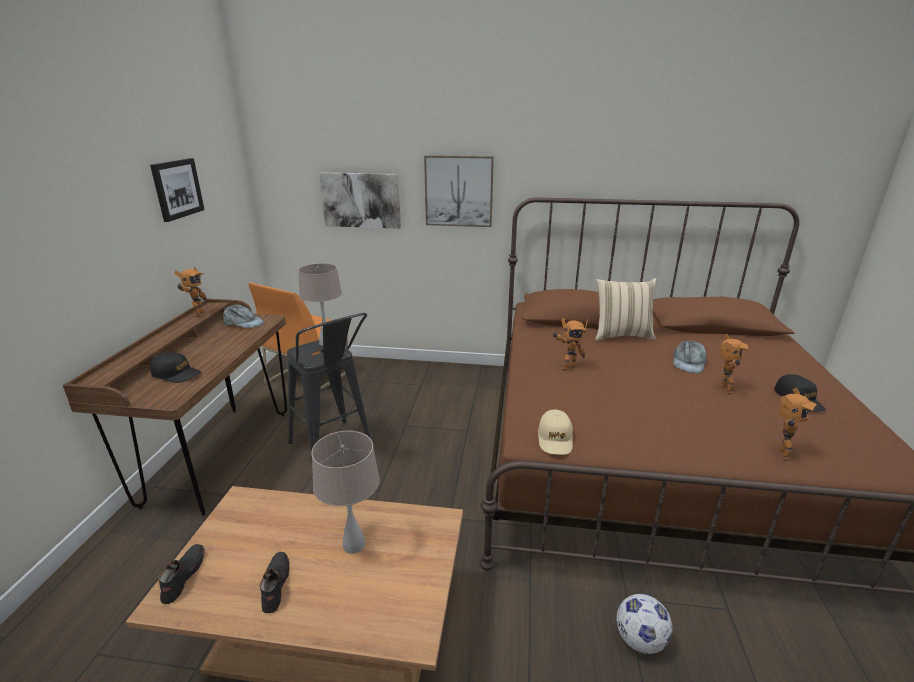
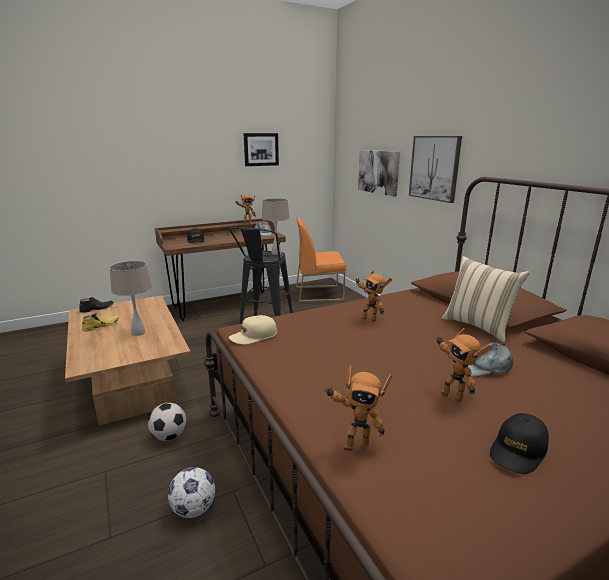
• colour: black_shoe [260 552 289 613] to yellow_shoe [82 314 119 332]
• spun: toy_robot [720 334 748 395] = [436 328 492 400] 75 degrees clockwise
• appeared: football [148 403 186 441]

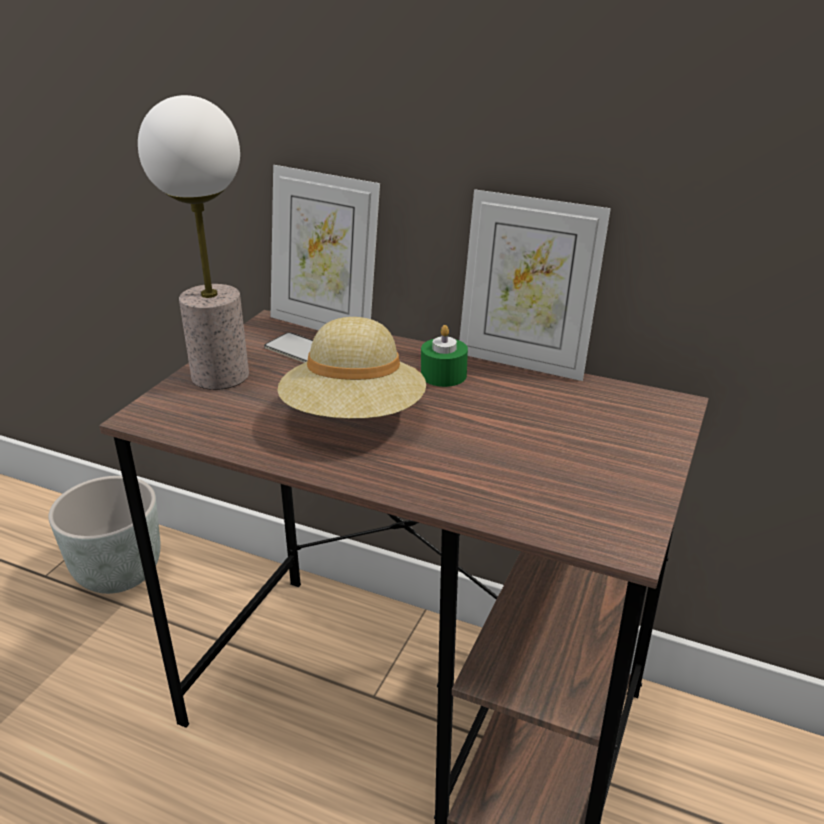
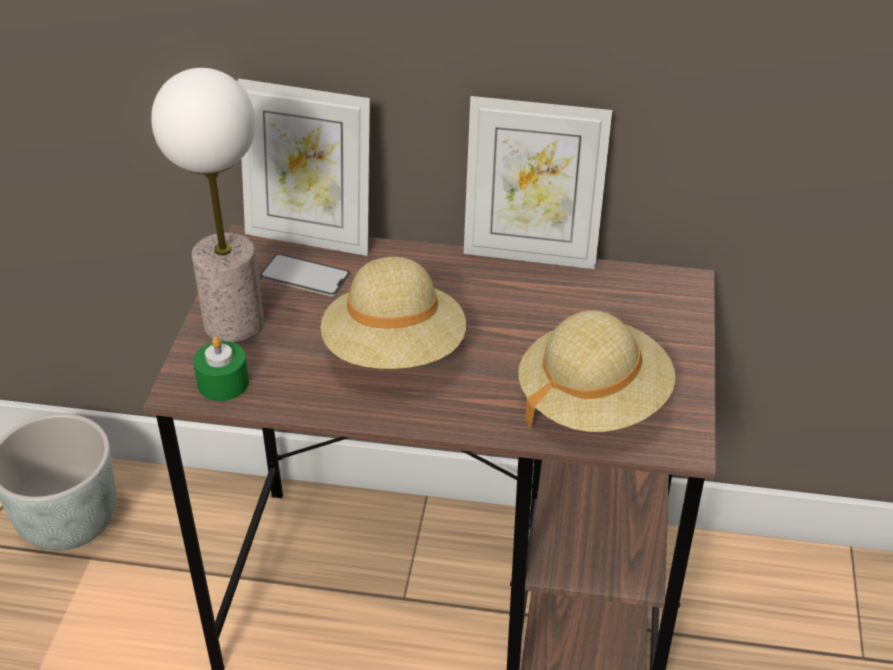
• relocated: green_candle [421 325 468 387] to [193 337 249 401]
• appeared: beige_hat [518 310 676 432]

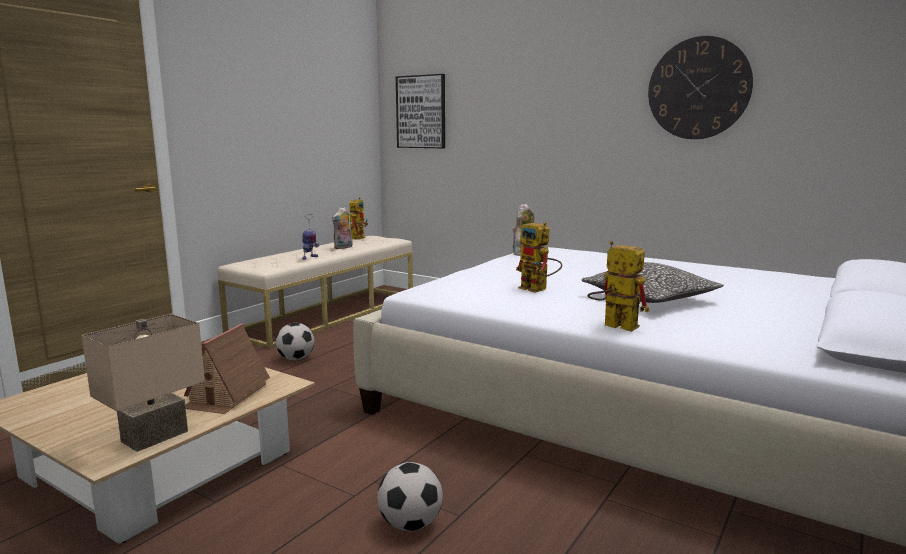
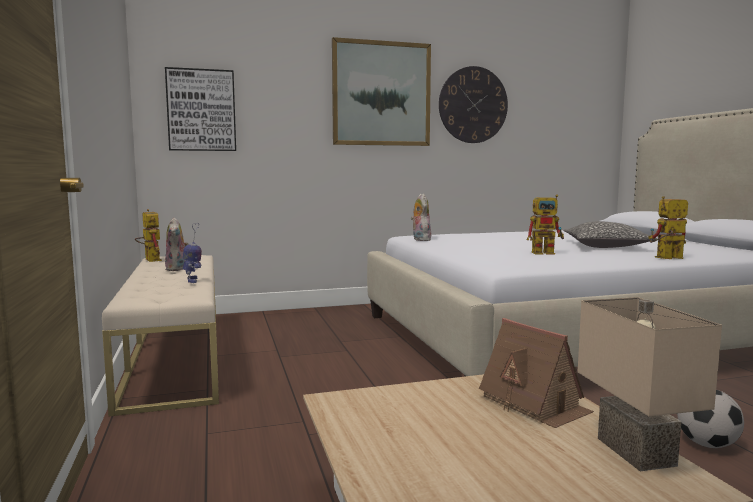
• missing: football [276 323 314 361]
• appeared: picture [332 37 431 146]

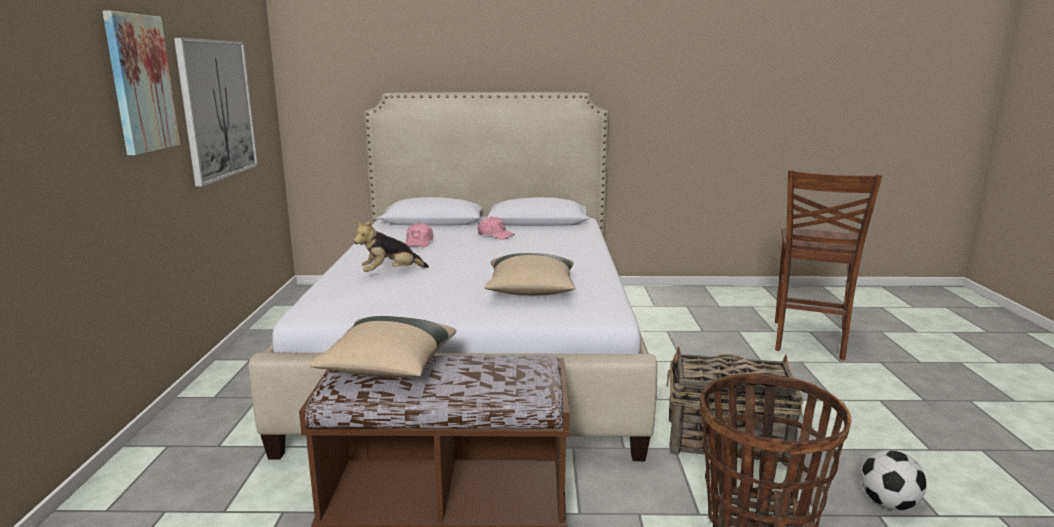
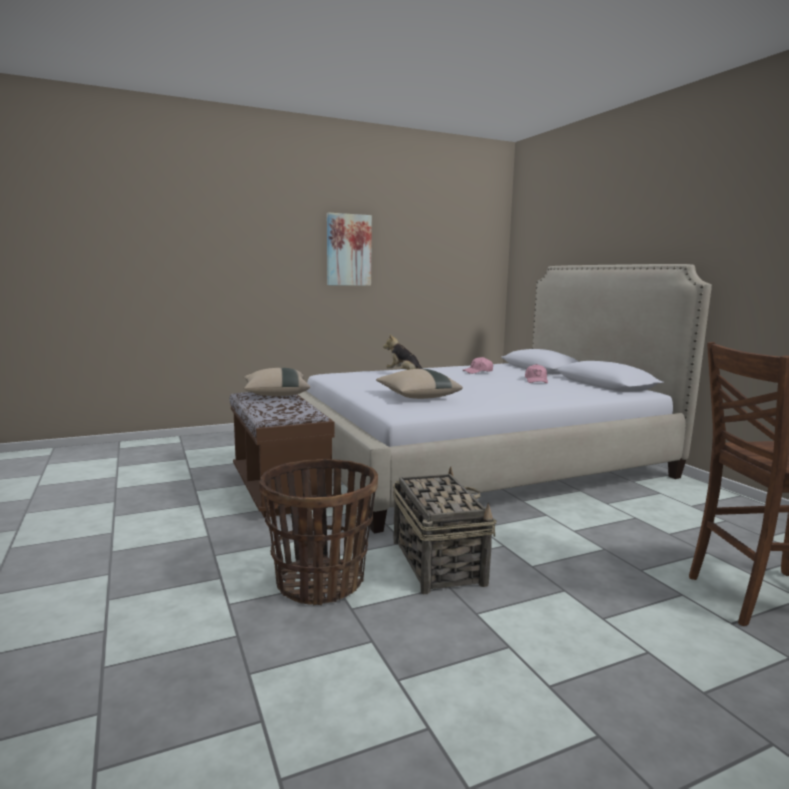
• missing: picture [174 38 258 187]
• missing: football [861 450 927 510]

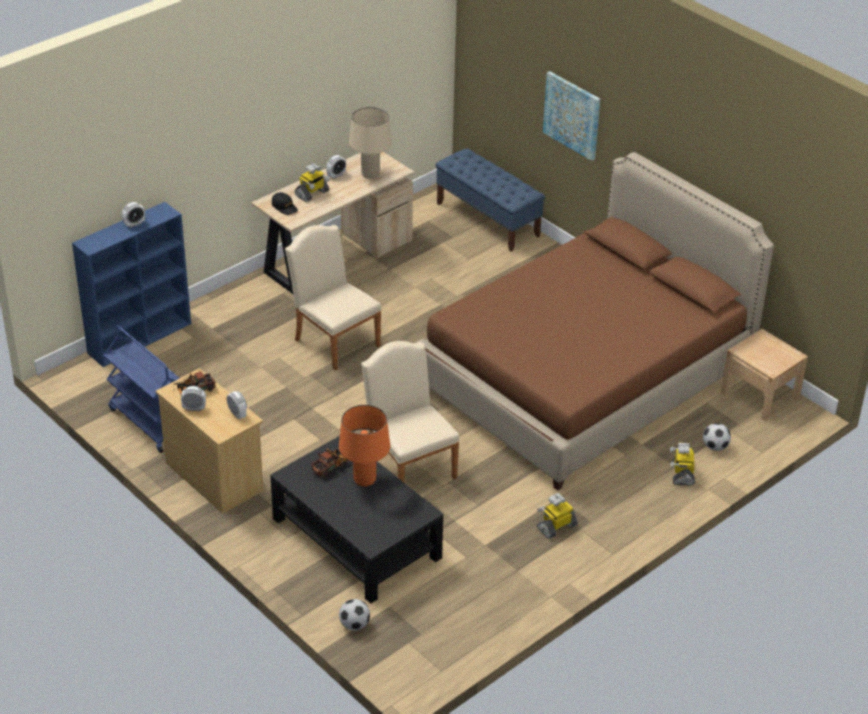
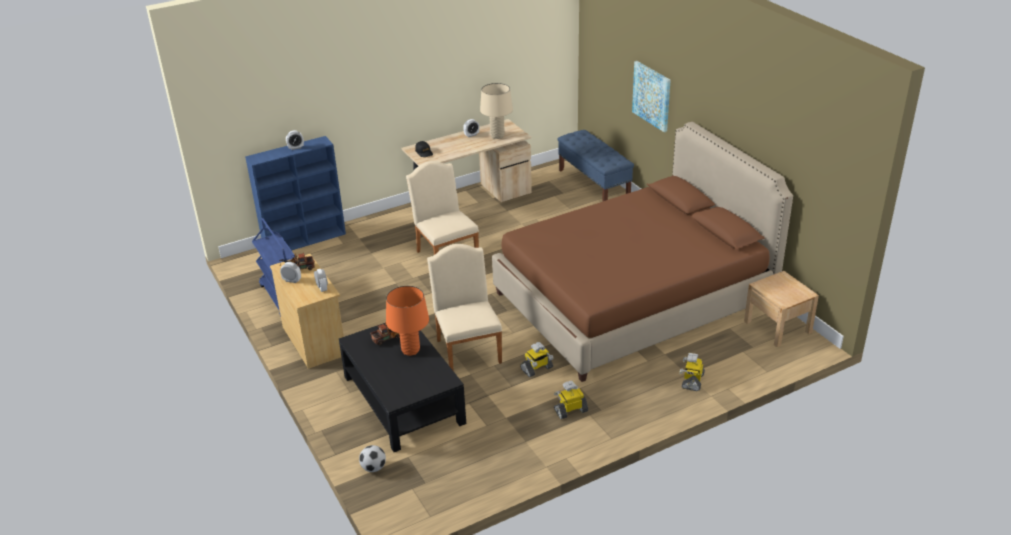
• relocated: toy_robot [295 163 330 202] to [520 342 554 377]
• missing: football [703 423 731 451]

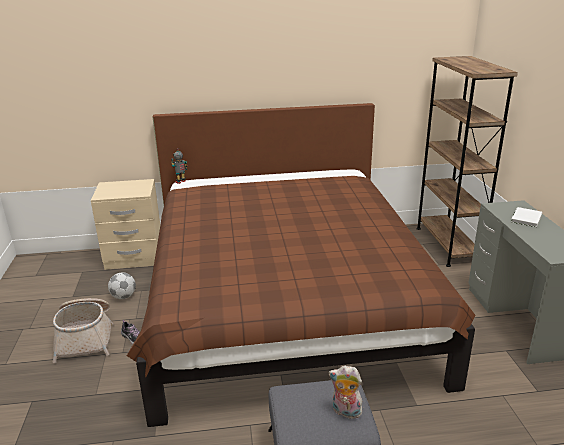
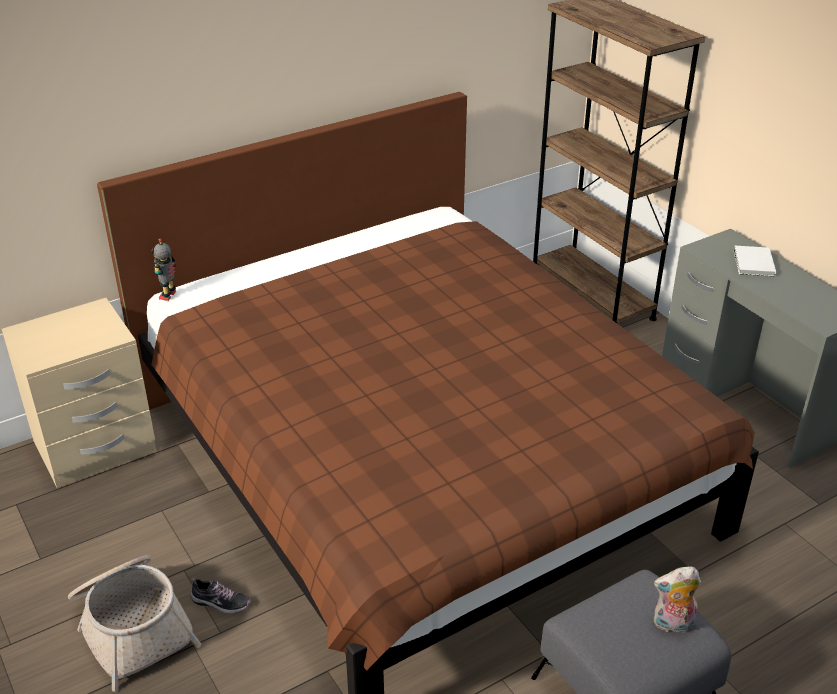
• missing: football [108 272 136 299]

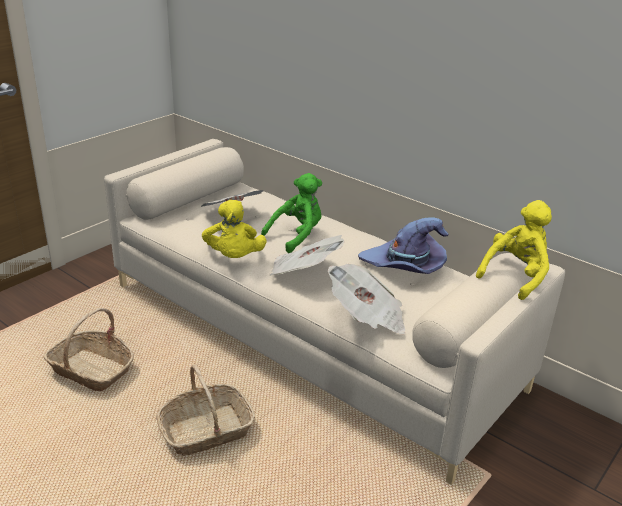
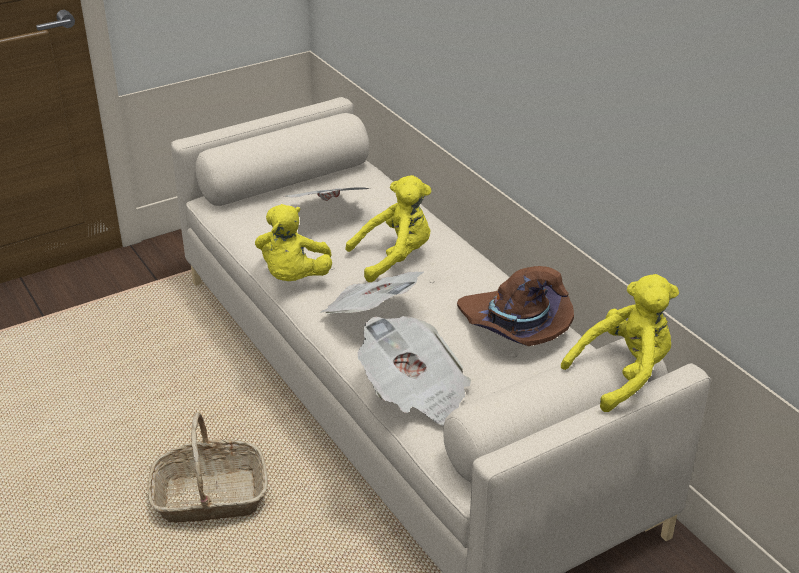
• missing: basket [43 308 134 391]
• colour: green_plush_toy [261 173 322 253] to yellow_plush_toy [345 175 432 282]
• colour: purple_hat [358 217 448 274] to brown_hat [457 266 574 346]

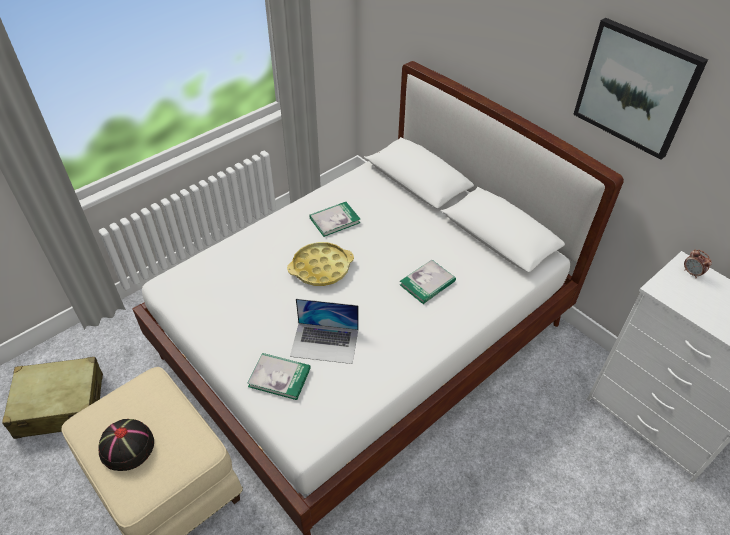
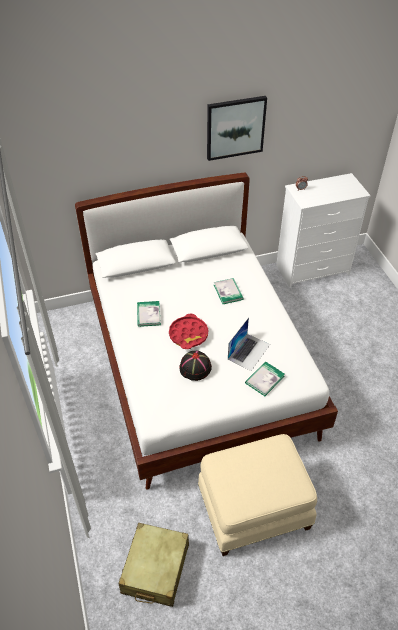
• relocated: black_hat [98 419 154 471] to [179 351 212 381]
• colour: yellow_tray [287 242 354 286] to red_tray [169 314 208 349]

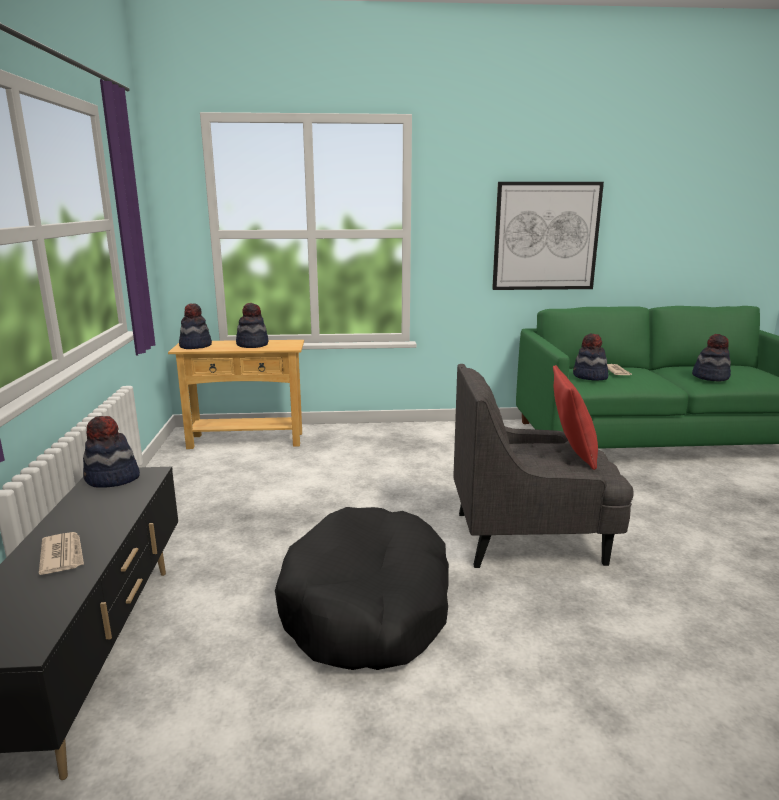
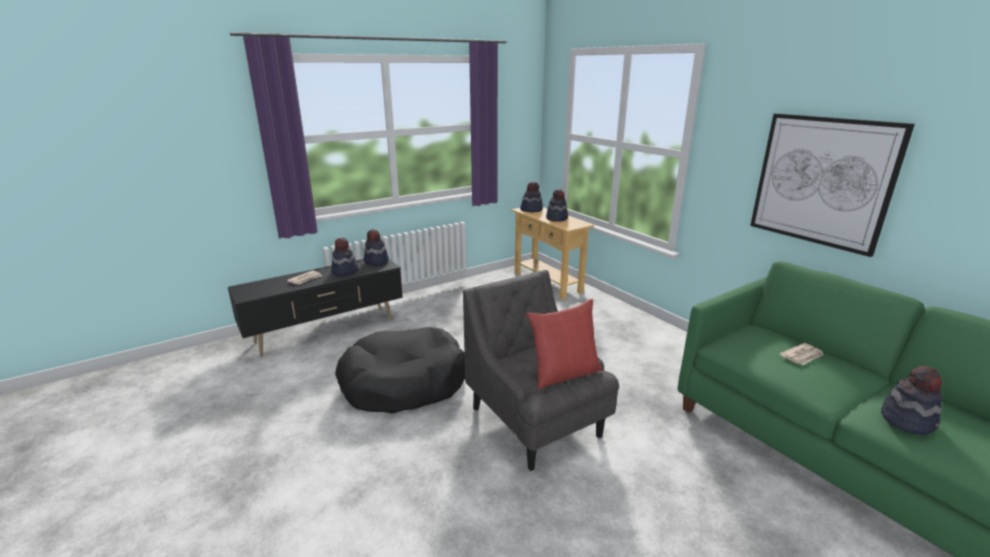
• relocated: hat [573 333 608 380] to [331 238 358 277]

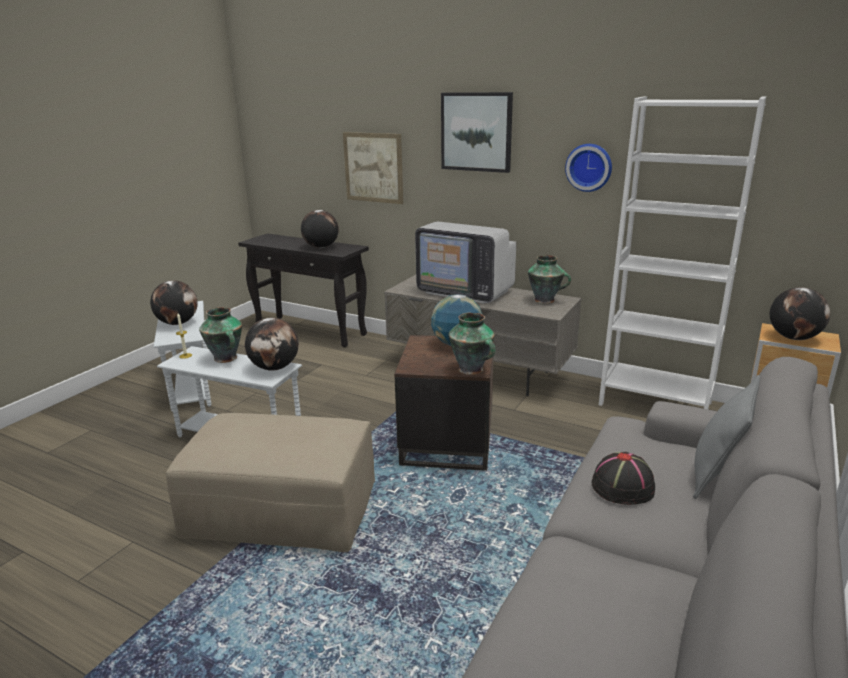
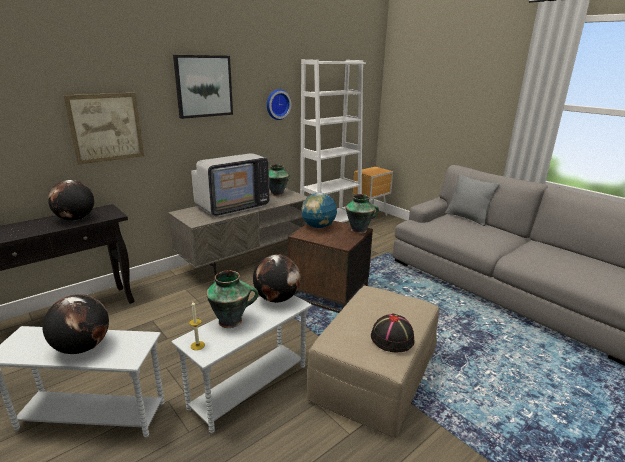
• relocated: black_hat [592 452 655 505] to [371 313 414 352]
• missing: globe [770 287 830 340]

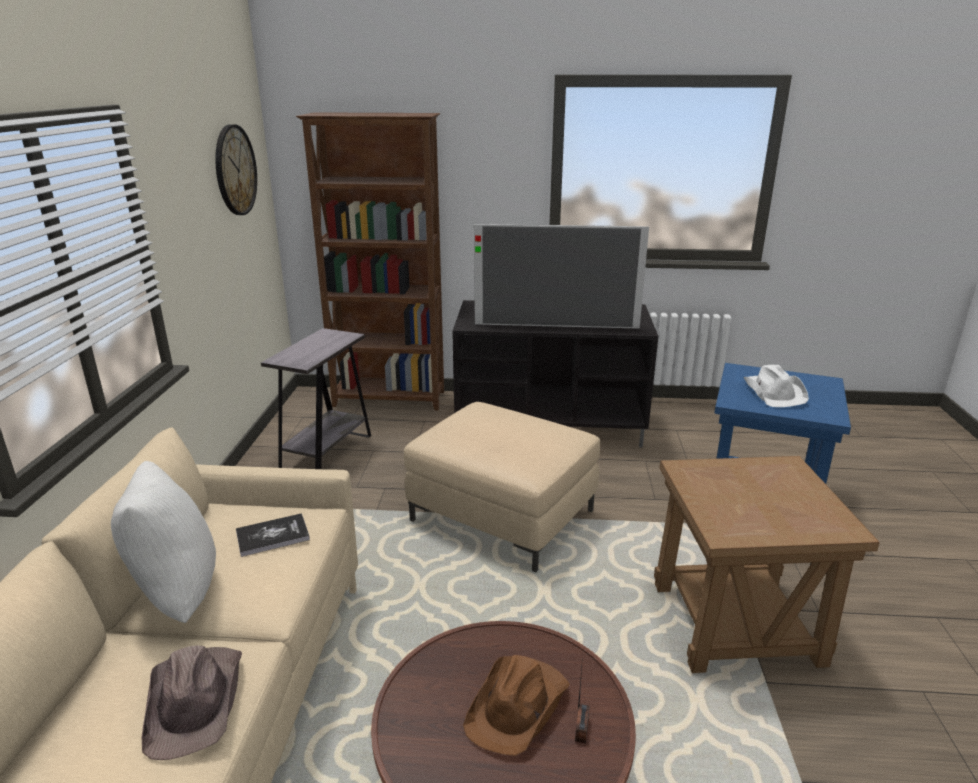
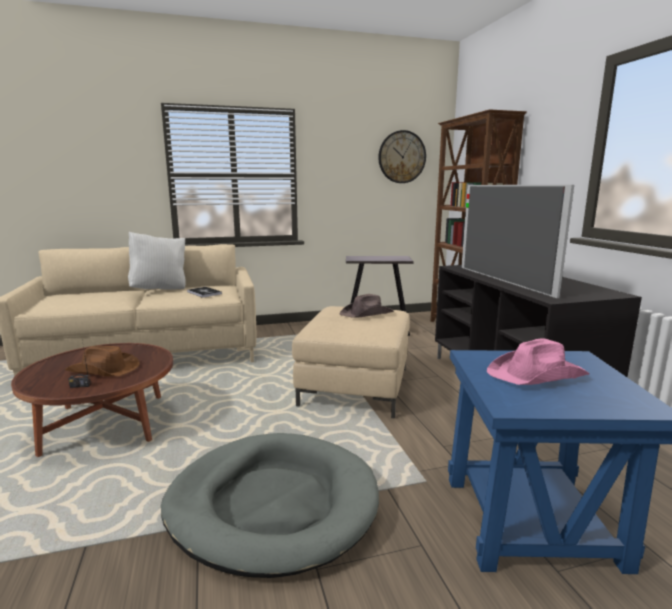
• relocated: brown_hat [142 646 242 760] to [340 294 394 318]
• exchanged: brown_side_table [654 456 880 673] to grey_dog_bed [161 433 379 578]
• colour: white_hat [743 365 809 407] to pink_hat [487 338 590 385]

